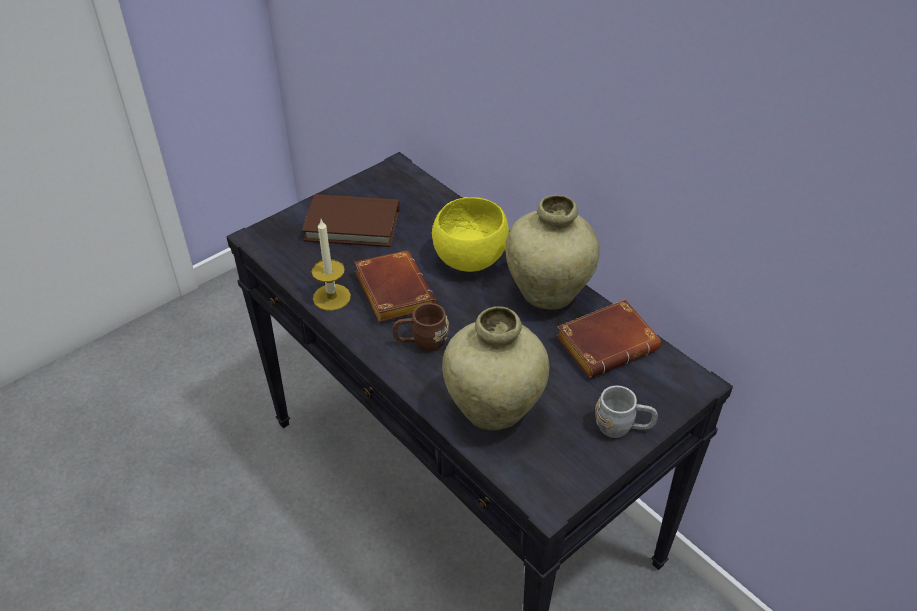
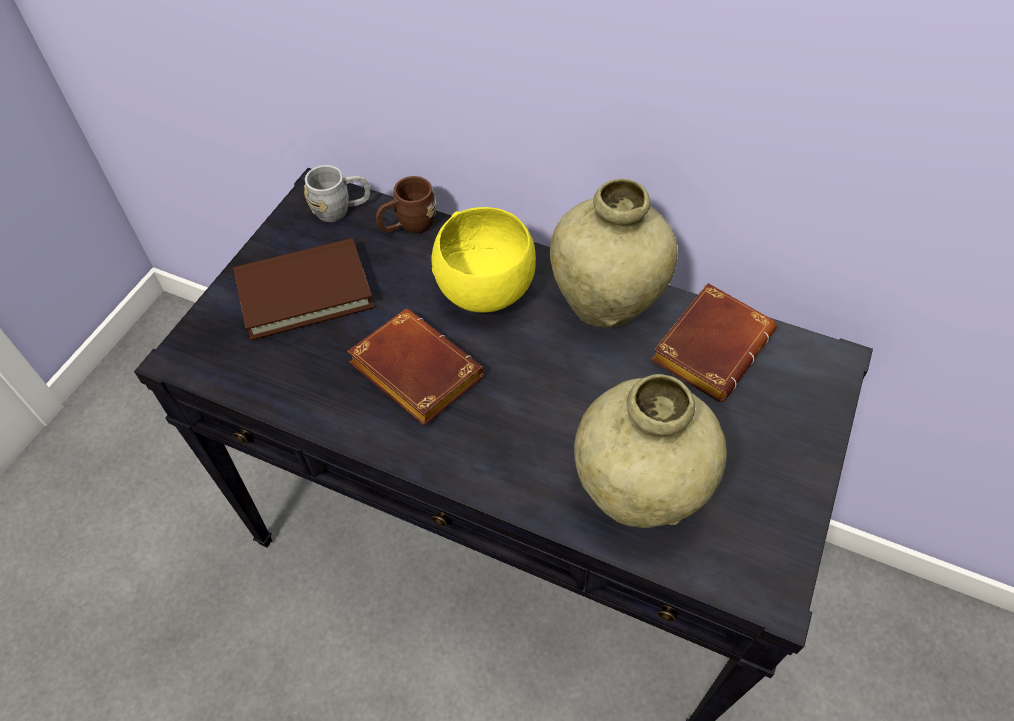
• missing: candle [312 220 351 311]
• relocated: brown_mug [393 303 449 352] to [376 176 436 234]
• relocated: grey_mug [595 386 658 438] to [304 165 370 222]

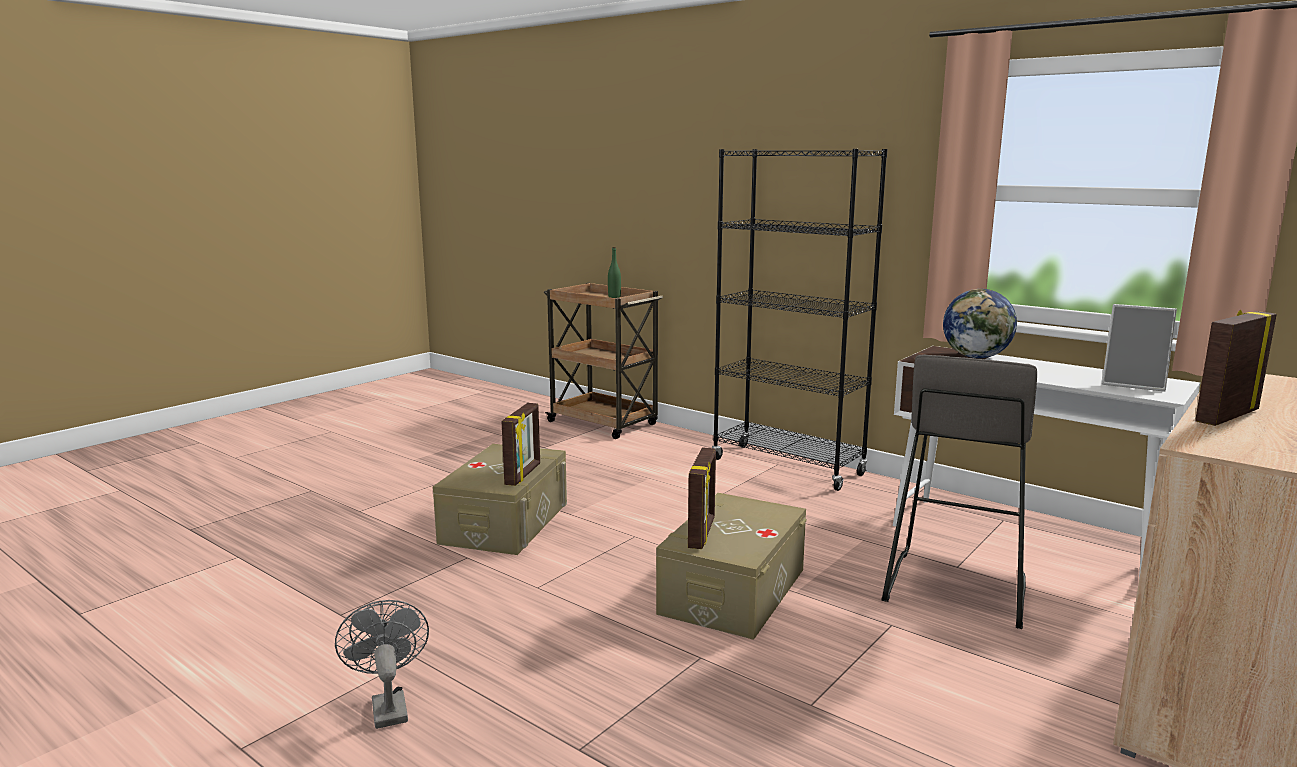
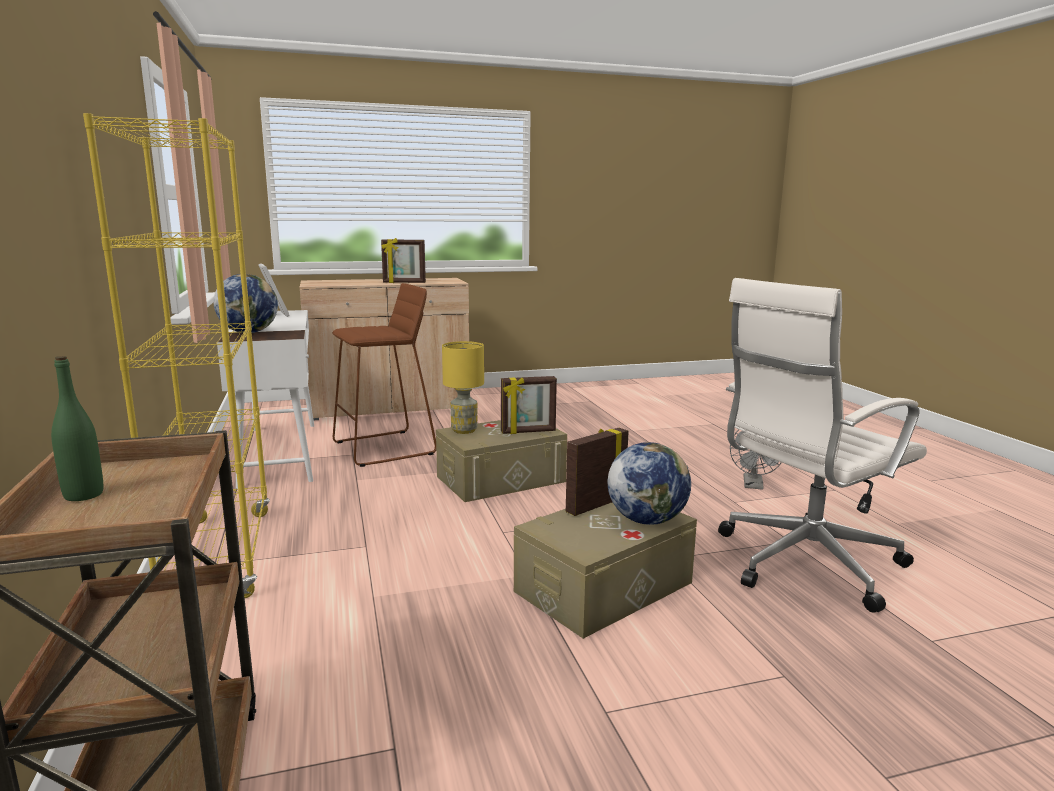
• spun: picture_frame [688 448 716 549] = [501 376 557 434] 150 degrees counterclockwise
• colour: black_bookcase [712 149 887 491] to yellow_bookcase [83 113 270 598]
• colour: grey_stool [881 354 1037 629] to brown_stool [332 283 436 467]
• appeared: yellow_table_lamp [442 341 484 434]
• appeared: globe [608 442 691 525]
• appeared: white_office_chair [718 278 927 613]

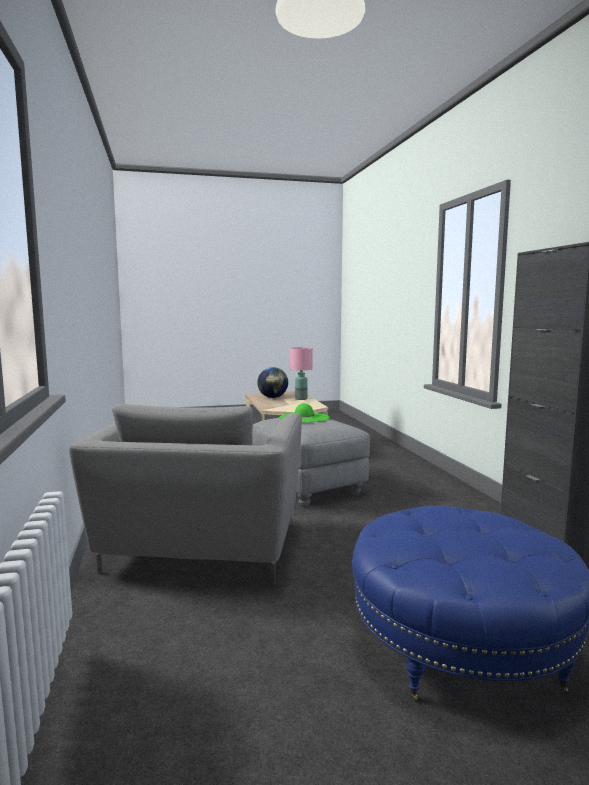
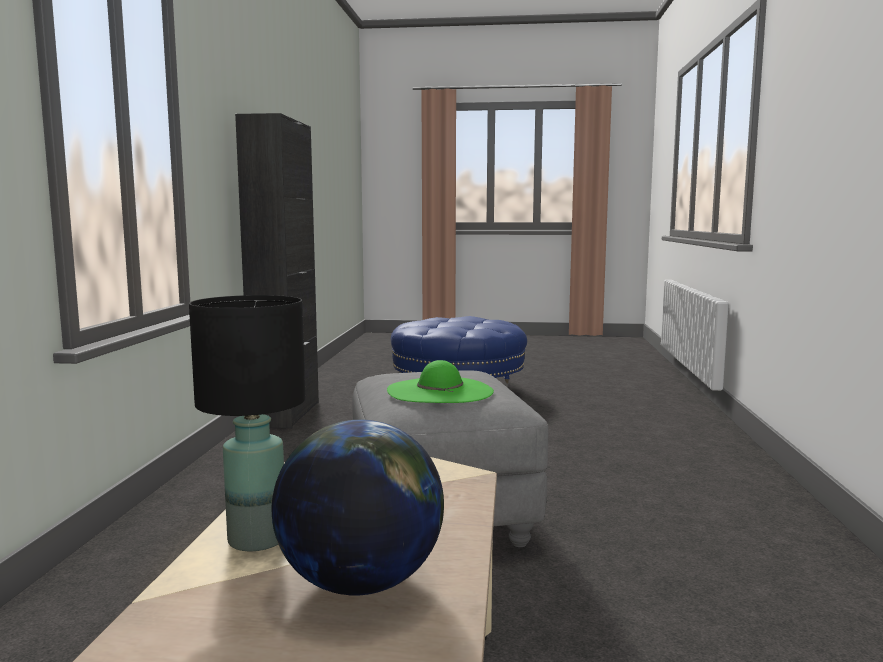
• missing: grey_armchair [69 404 302 584]
• colour: pink_table_lamp [290 347 313 400] to black_table_lamp [189 295 305 551]

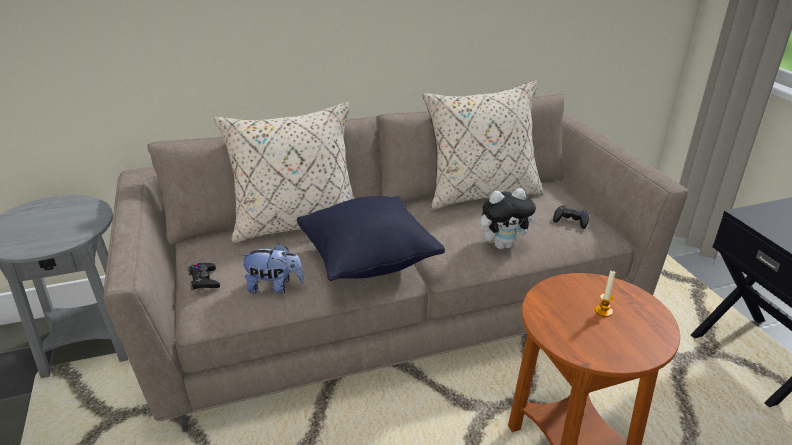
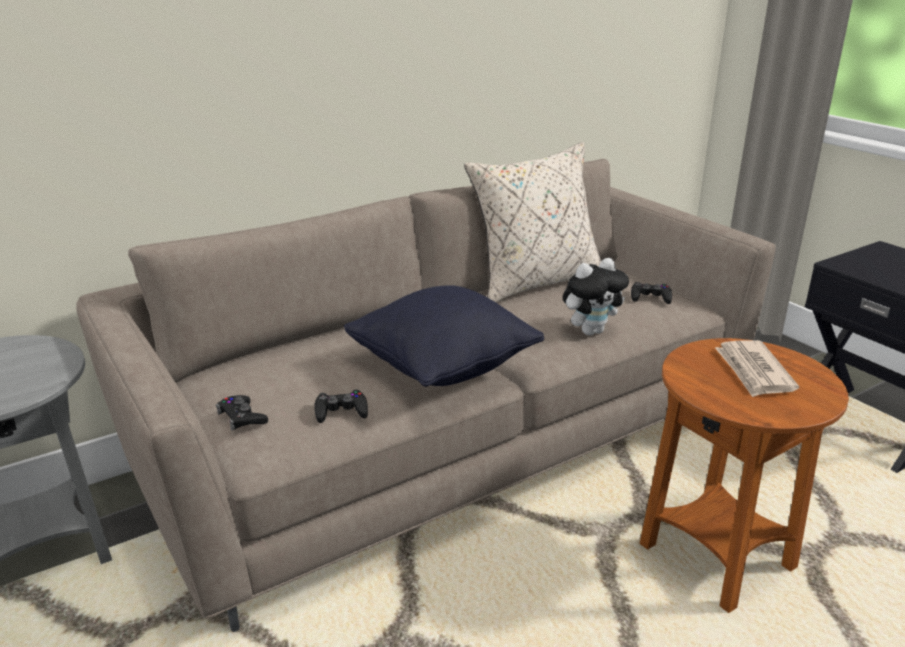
• missing: beige_pillow [214 102 355 243]
• exchanged: plush_toy [239 243 305 294] to black_game_controller [314 389 368 423]
• exchanged: candle [595 271 615 317] to newspaper [715 340 799 397]

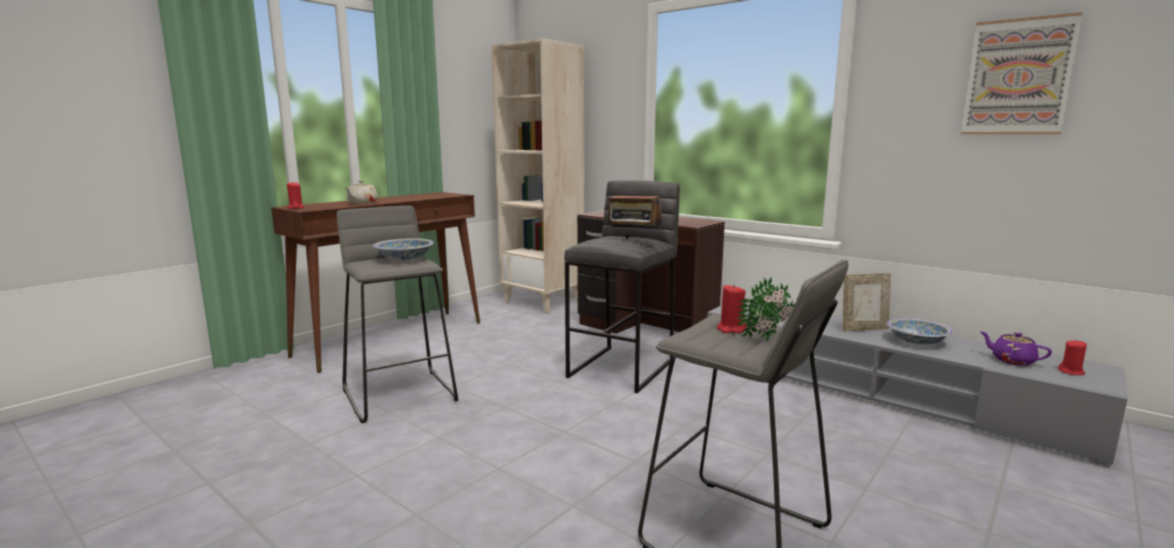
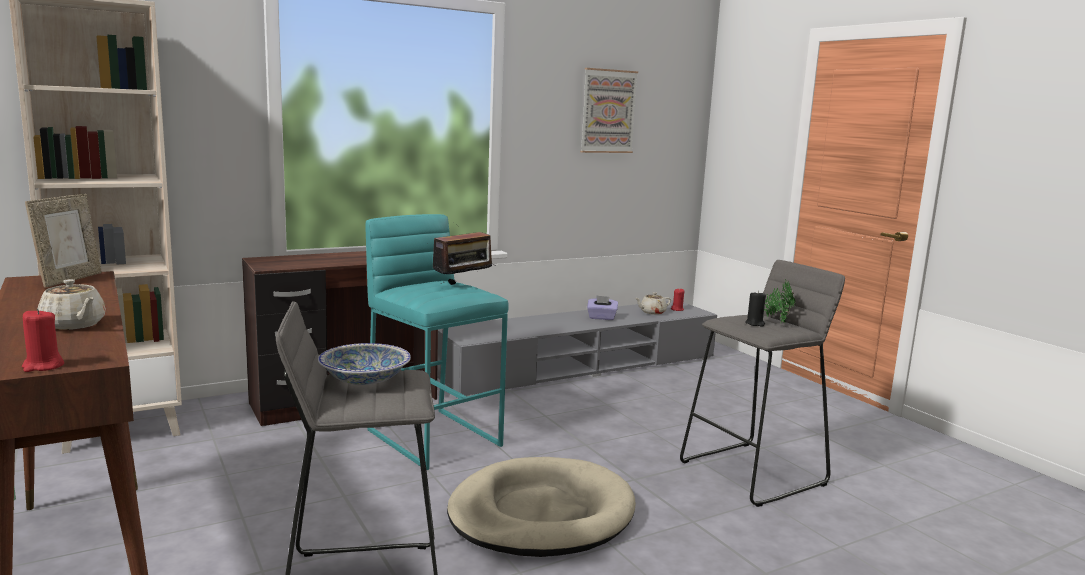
• colour: grey_stool [564 180 680 393] to turquoise_stool [366 214 509 470]
• colour: red_candle [717 284 747 333] to black_candle [745 290 766 327]
• relocated: picture_frame [843 273 891 331] to [25 194 102 288]
• exchanged: bowl [886 318 953 345] to purple_tissue_box [587 296 618 320]
• colour: purple_teapot [980 331 1052 366] to beige_teapot [635 292 671 315]
• appeared: beige_dog_bed [447 457 636 557]

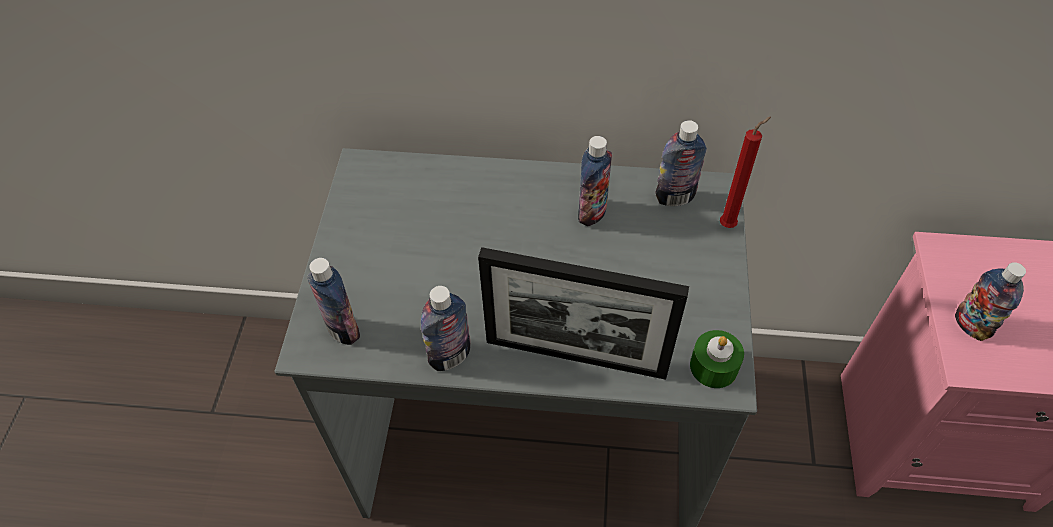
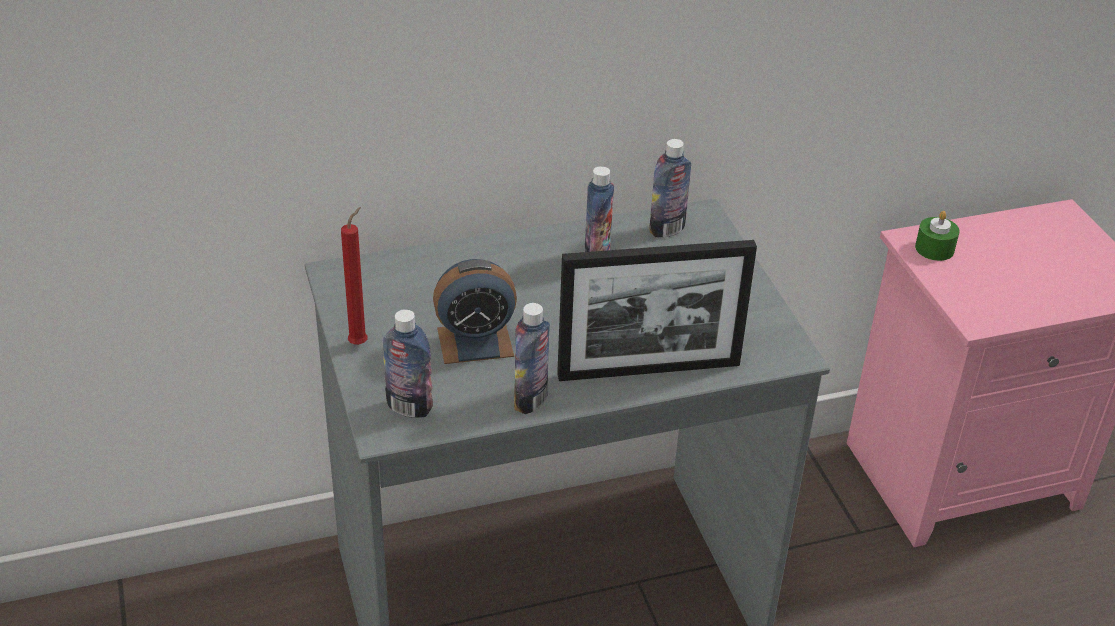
• relocated: green_candle [690 330 744 388] to [915 211 960 261]
• relocated: red_candle [720 117 771 228] to [341 207 368 345]
• missing: bottle [955 262 1026 341]
• appeared: alarm_clock [433 259 517 364]

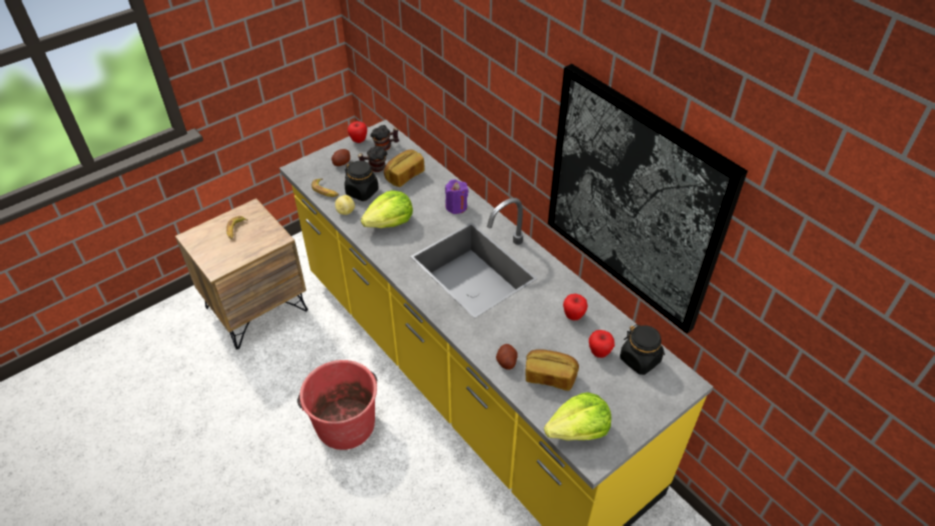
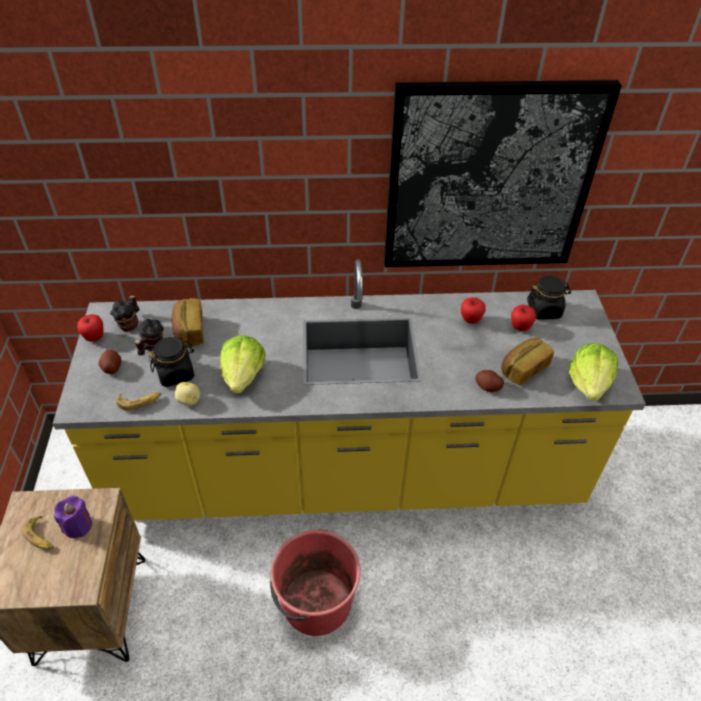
• relocated: purple_candle [445 180 469 214] to [54 495 92 538]

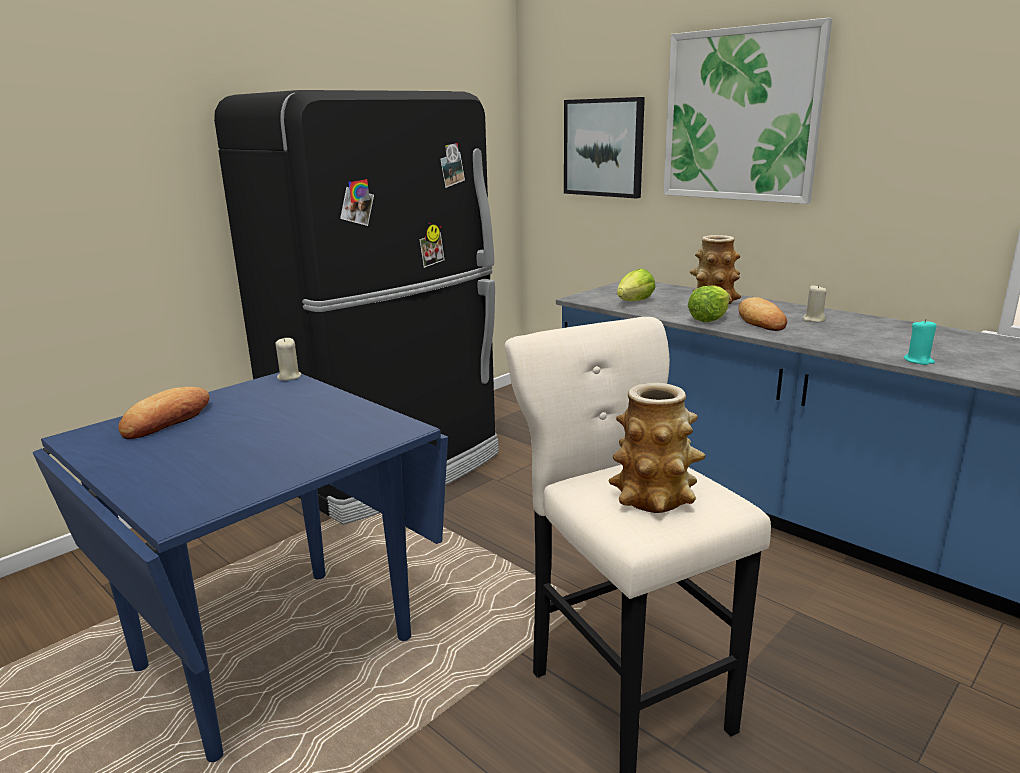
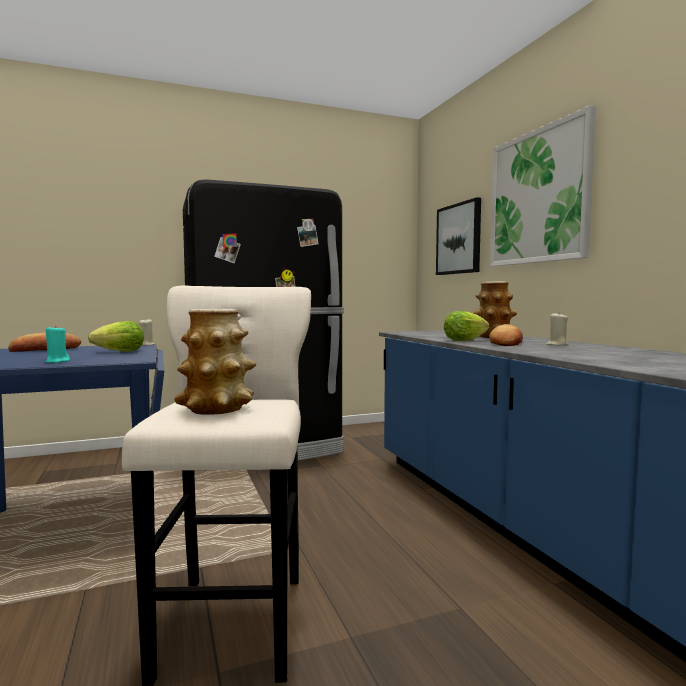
• relocated: lettuce [617 269 655 301] to [88 321 144 352]
• relocated: turquoise_candle [904 319 937 365] to [46 325 70 363]

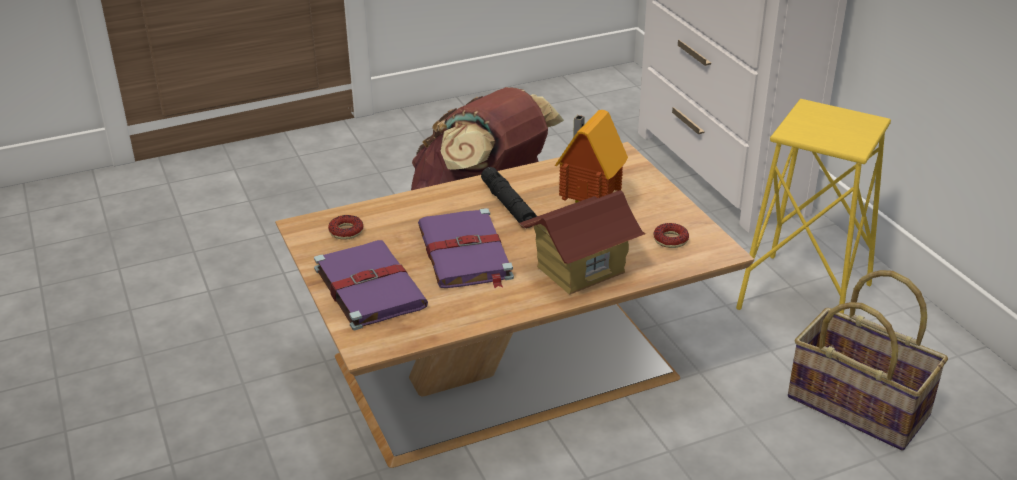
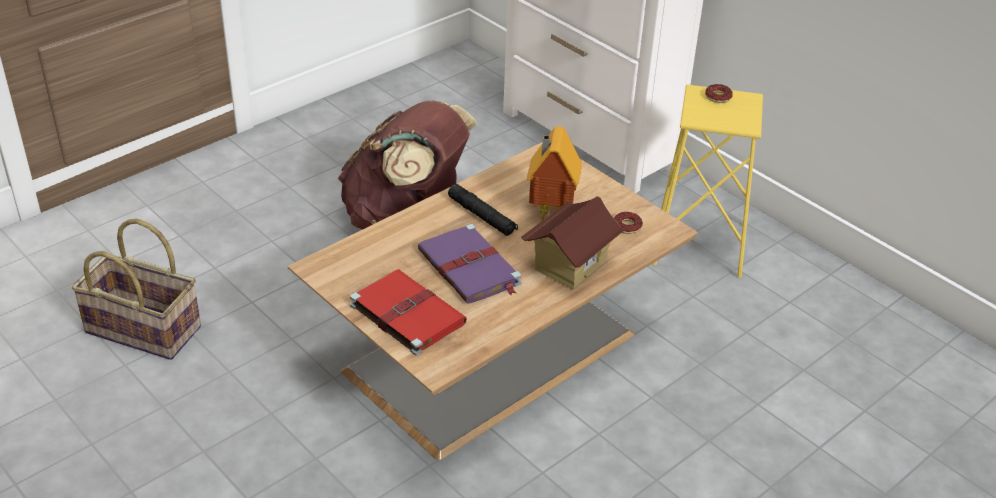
• colour: purple_book [314 240 428 330] to red_book [350 269 467 355]
• relocated: donut [328 215 363 240] to [705 84 733 103]
• relocated: basket [788 270 948 450] to [72 219 201 360]

